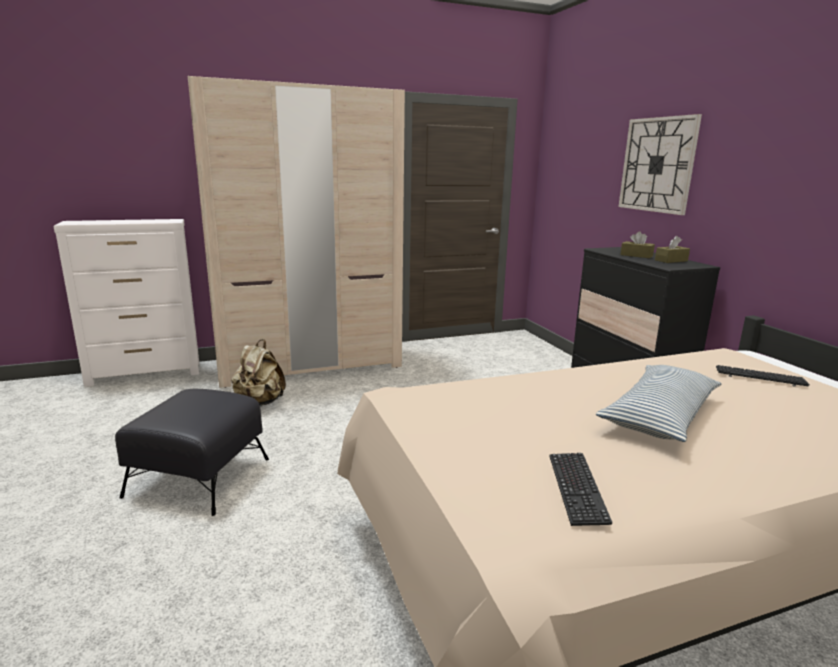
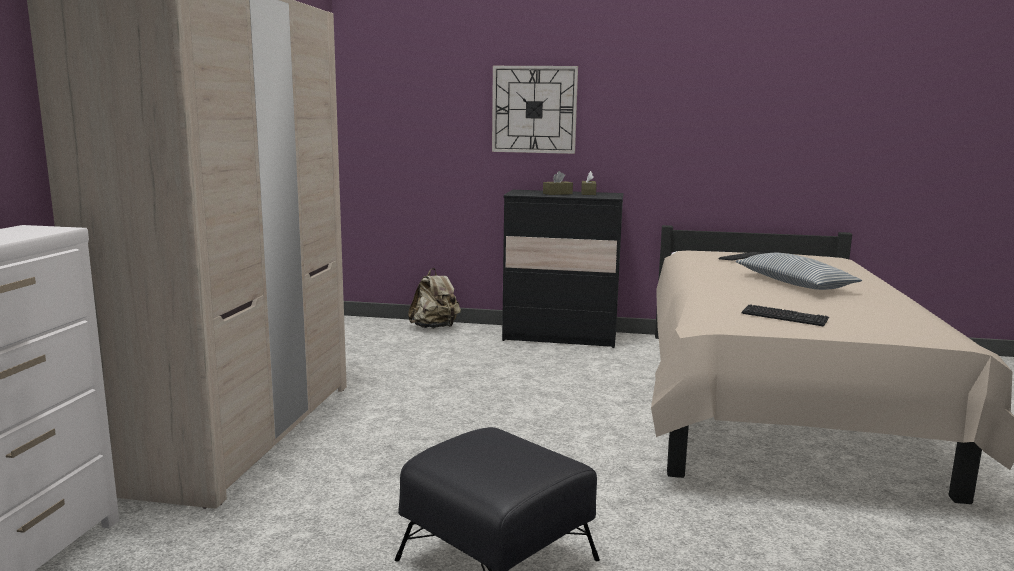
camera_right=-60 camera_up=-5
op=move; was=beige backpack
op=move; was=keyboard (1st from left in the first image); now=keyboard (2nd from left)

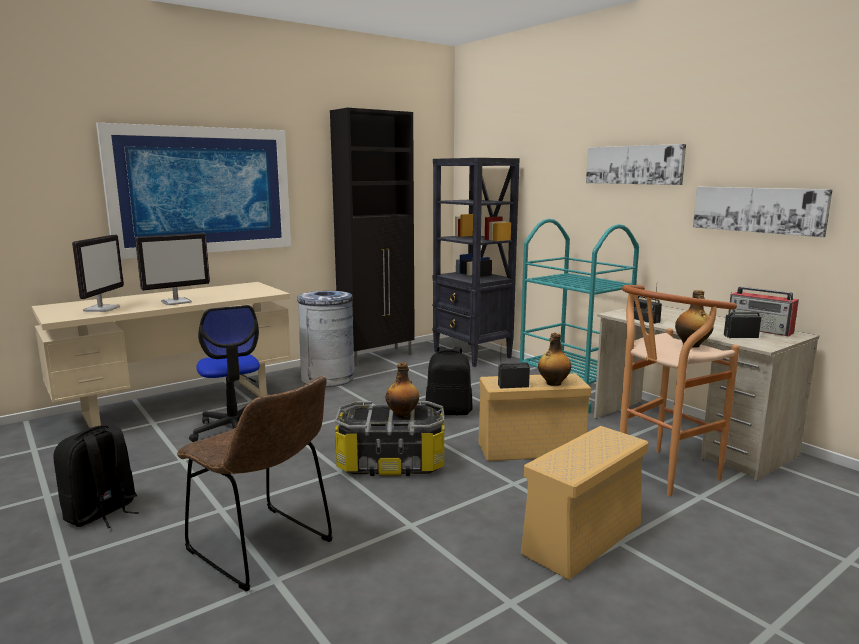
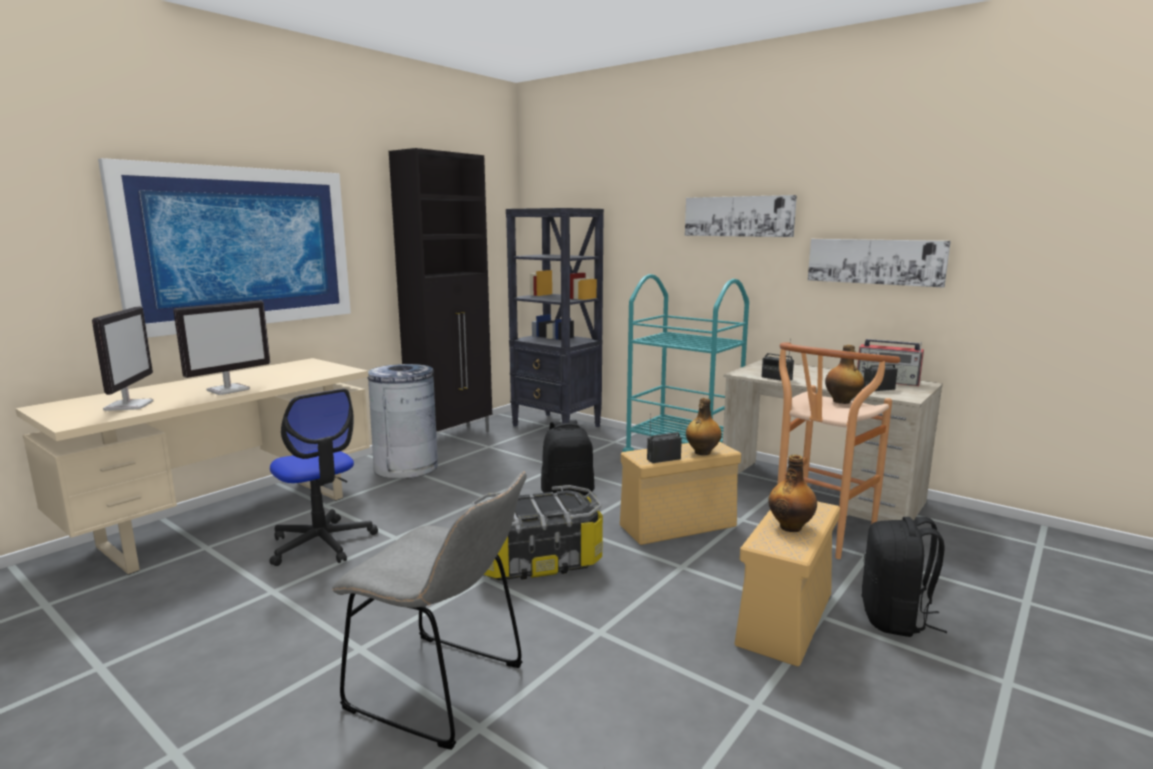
camera_right=-15 camera_up=0
op=recolor; was=brown chair; now=grey chair
op=move; was=bottle (1st from left in the first image); now=bottle (2nd from left)
op=move; was=black backpack (1st from left in the first image); now=black backpack (2nd from left)

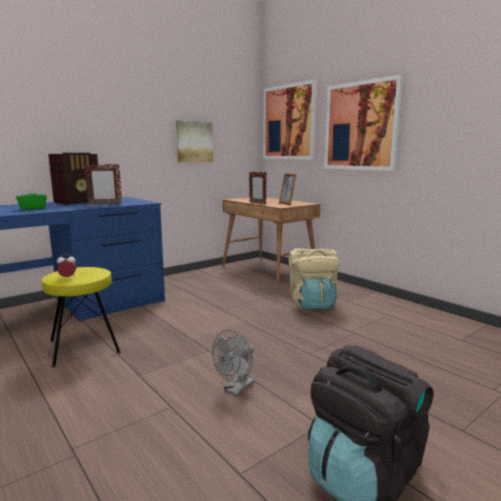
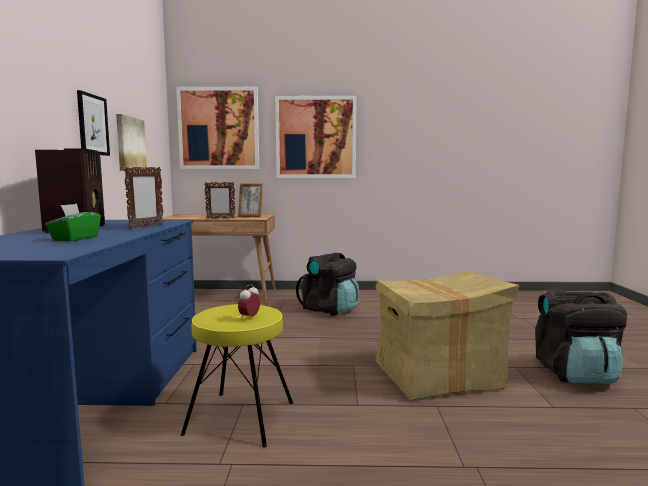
camera_right=-50 camera_up=-5
op=insert; now=picture (1st from left)
op=recolor; was=beige backpack; now=black backpack (1st from left)
op=replace; was=grey fan; now=cardboard box

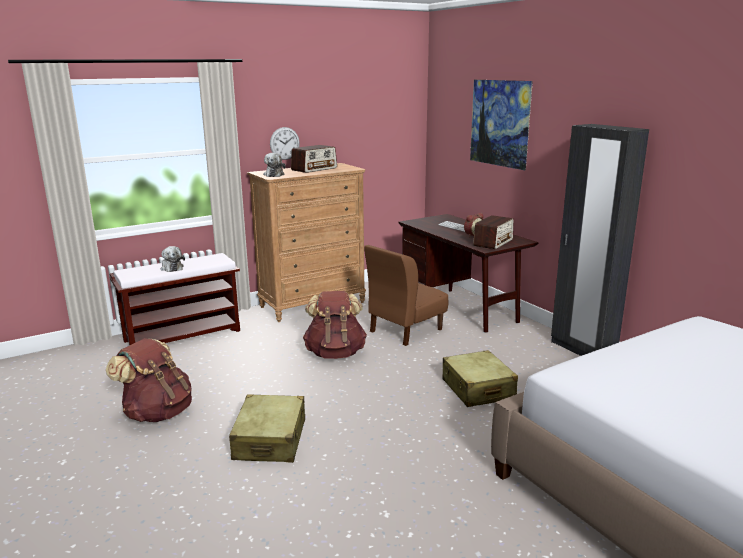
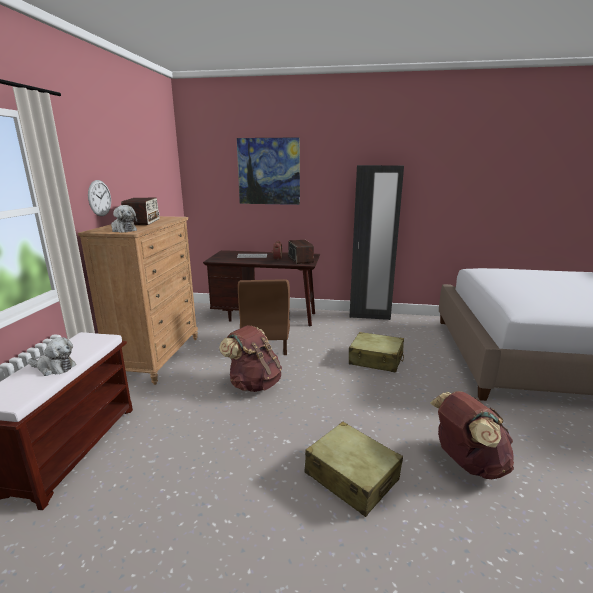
camera_right=-50 camera_up=0
op=move; was=brown backpack (1st from left in the first image); now=brown backpack (2nd from left)

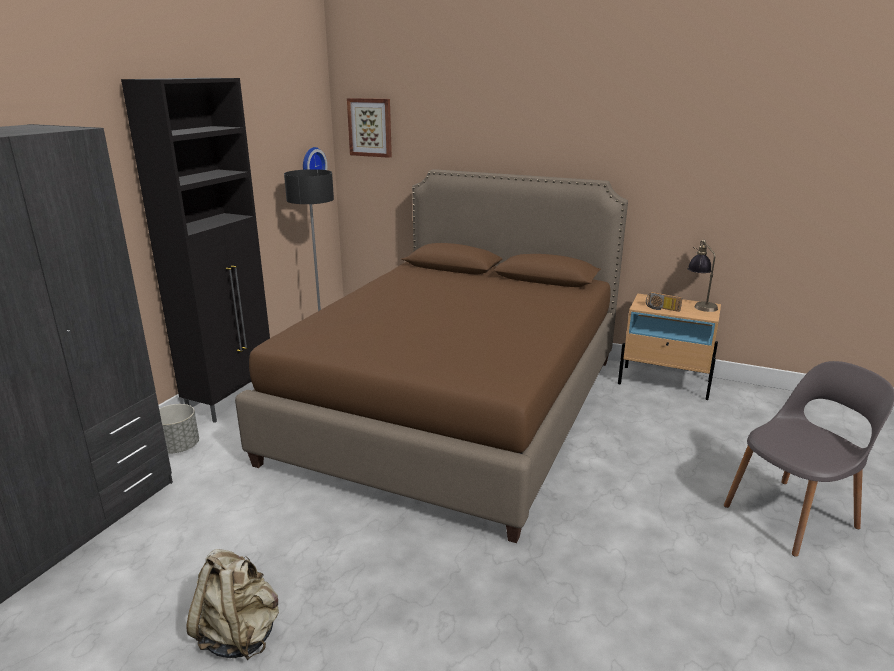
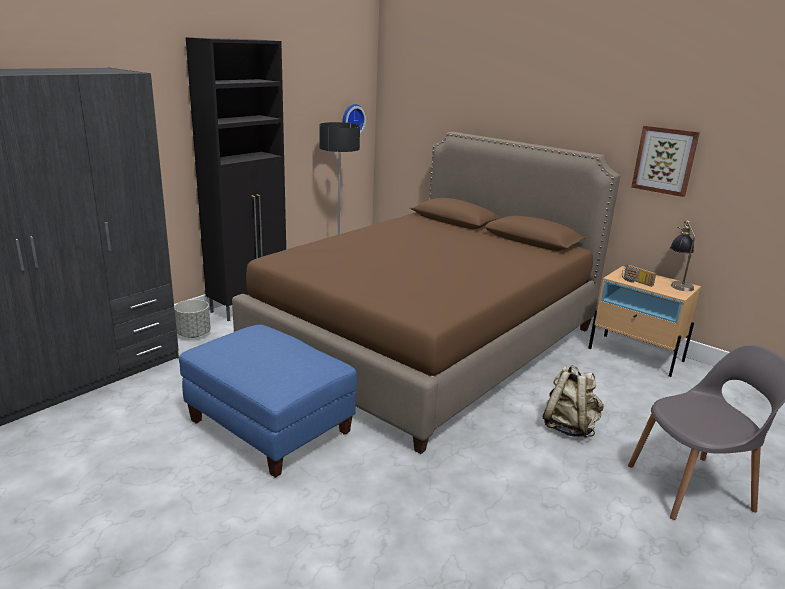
camera_right=15 camera_up=0
op=insert; now=blue ottoman
op=move; was=beige backpack
op=move; was=picture

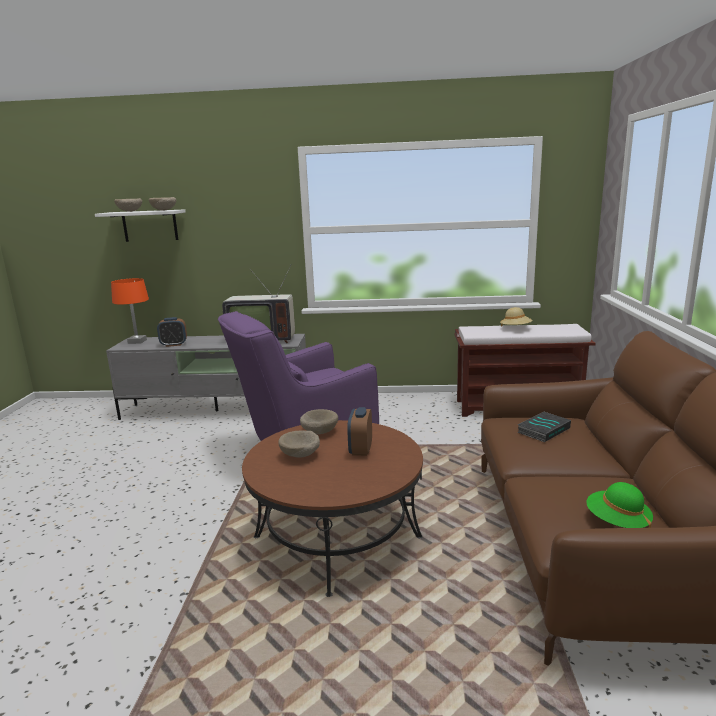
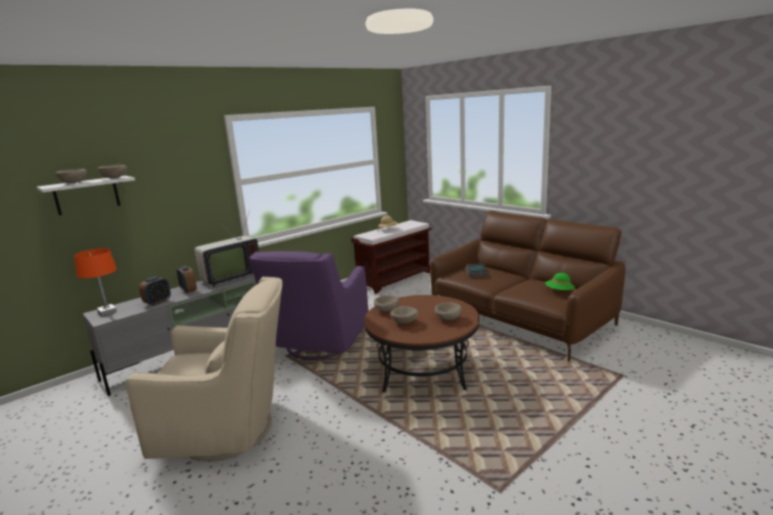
camera_right=-45 camera_up=0
op=insert; now=beige armchair
op=move; was=alarm clock (2nd from left)
op=insert; now=beige bowl (5th from left)

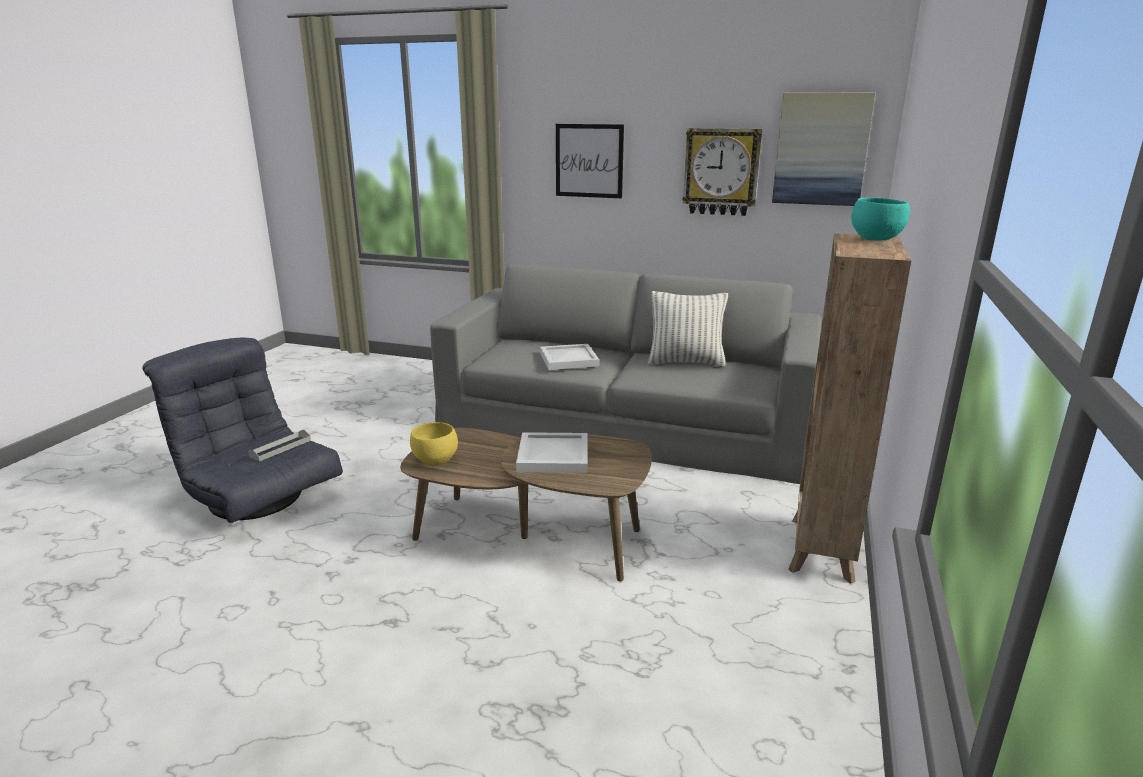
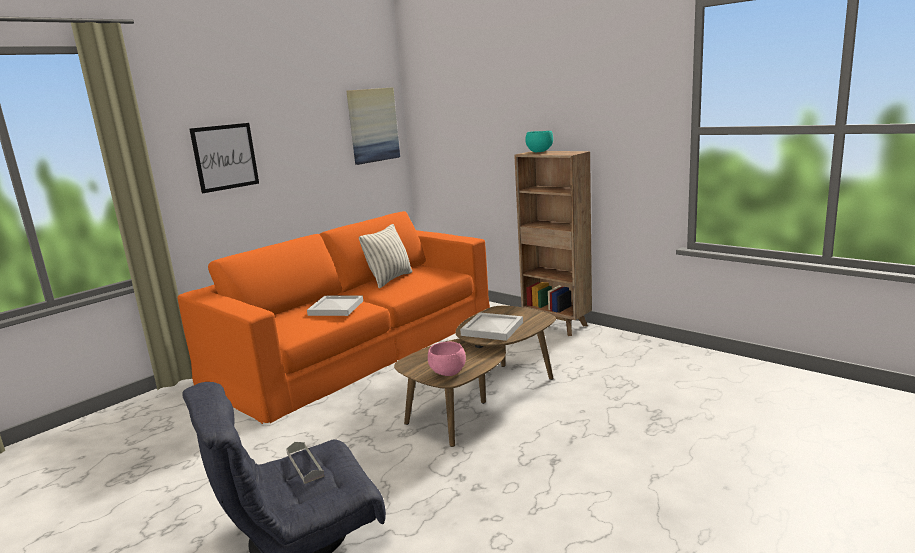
camera_right=-65 camera_up=-5
op=recolor; was=grey sofa; now=orange sofa
op=recolor; was=yellow bowl; now=pink bowl
op=delete; was=wall clock

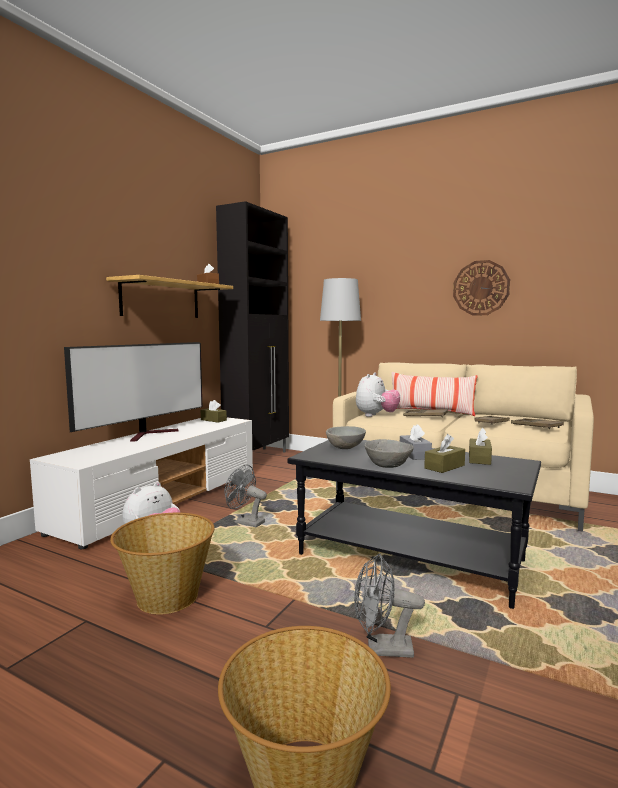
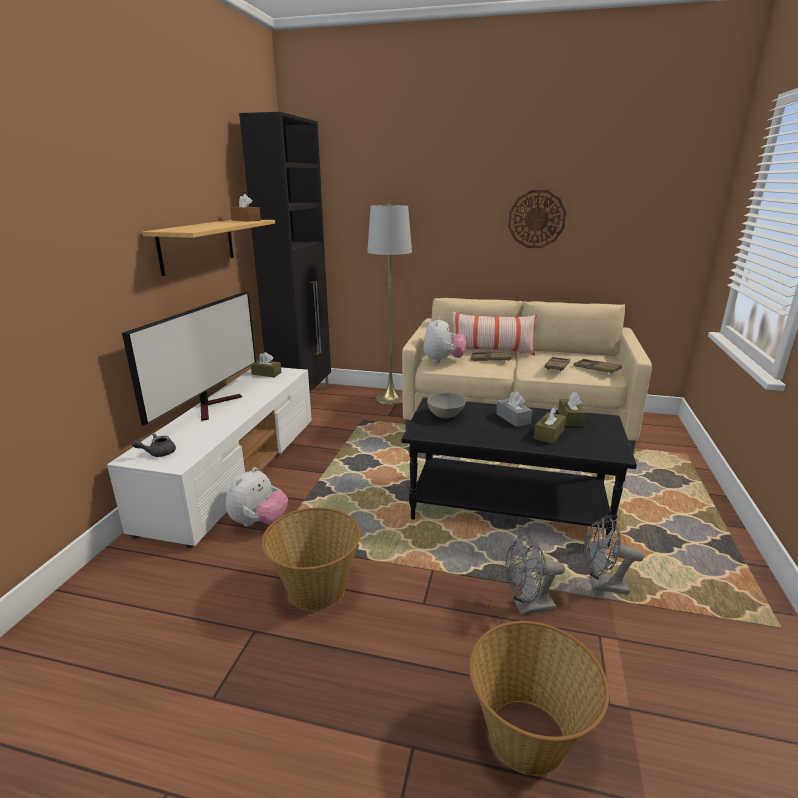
camera_right=-15 camera_up=15
op=insert; now=grey teapot
op=move; was=grey fan (1st from left in the first image); now=grey fan (2nd from left)
op=delete; was=grey bowl (2nd from left)

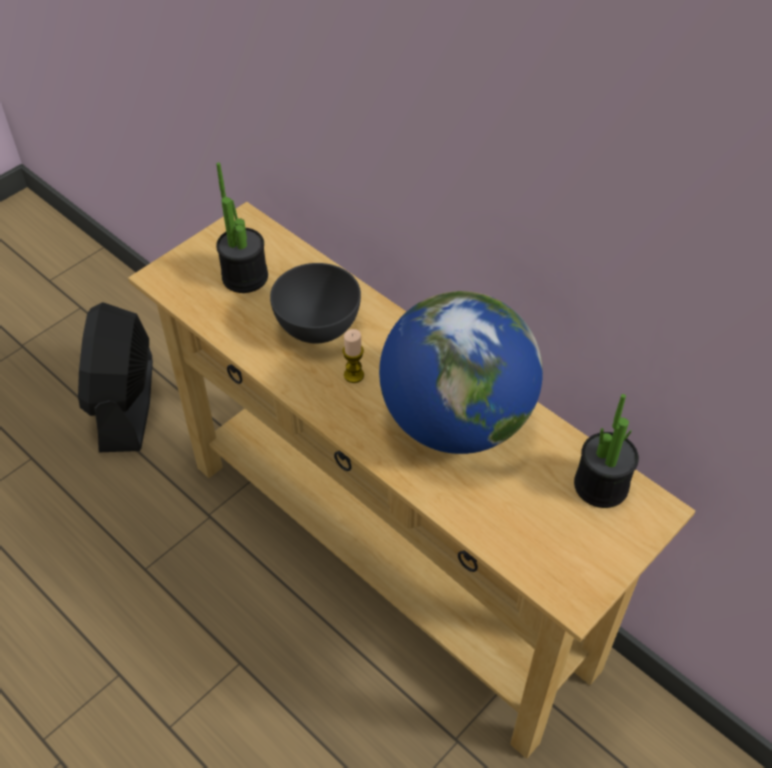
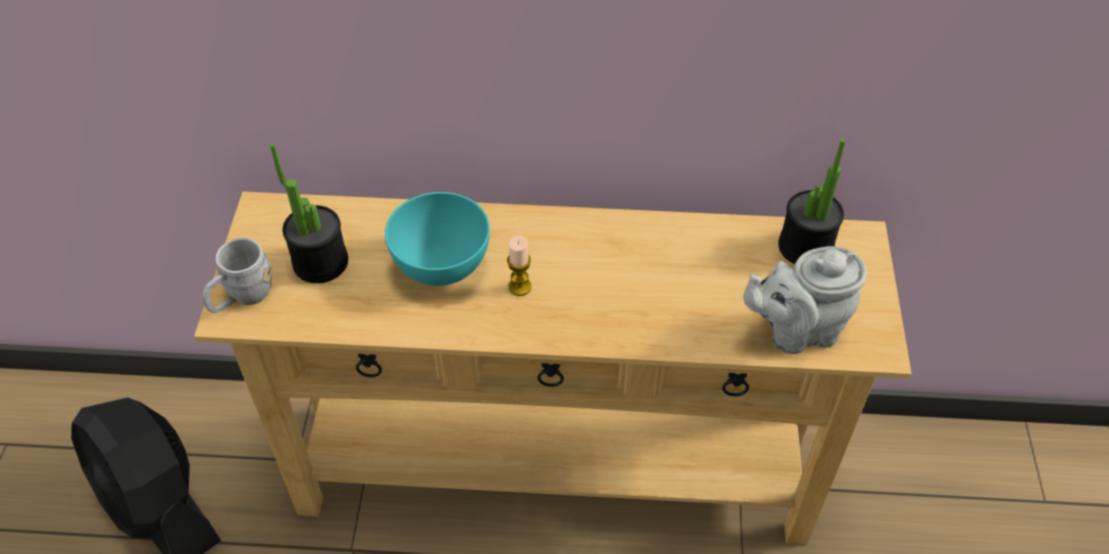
camera_right=-40 camera_up=0
op=insert; now=grey mug
op=recolor; was=grey bowl; now=turquoise bowl
op=insert; now=grey teapot
op=delete; was=globe

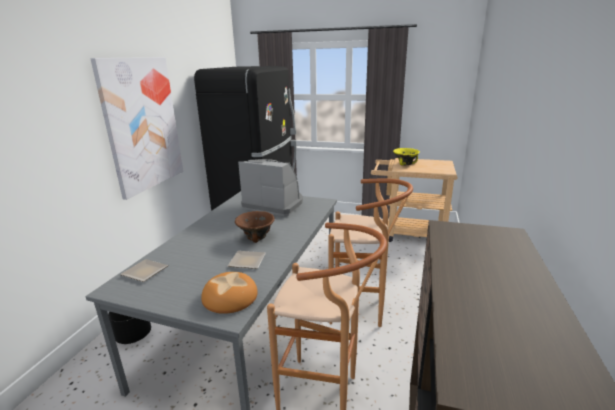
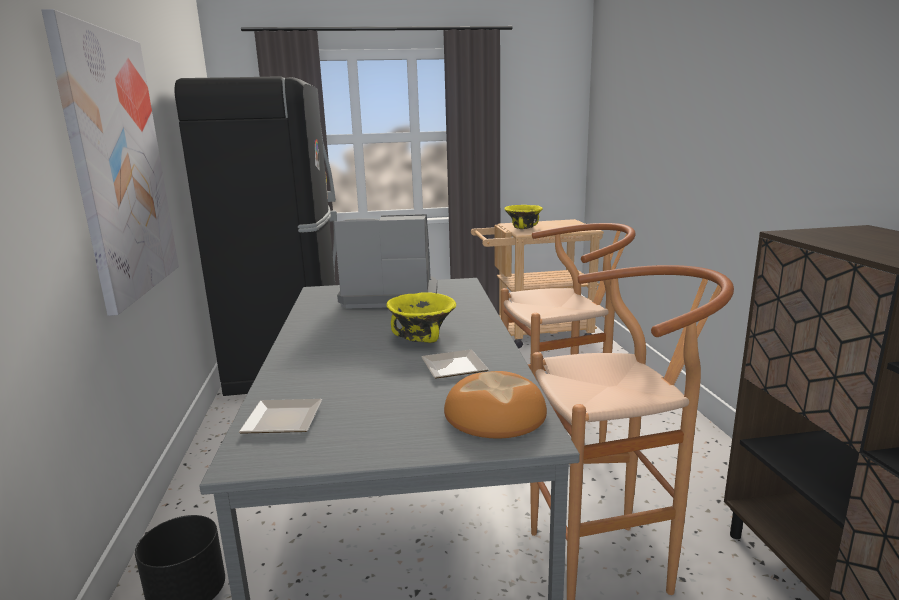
camera_right=-25 camera_up=-5
op=recolor; was=brown bowl; now=yellow bowl (1st from left)

